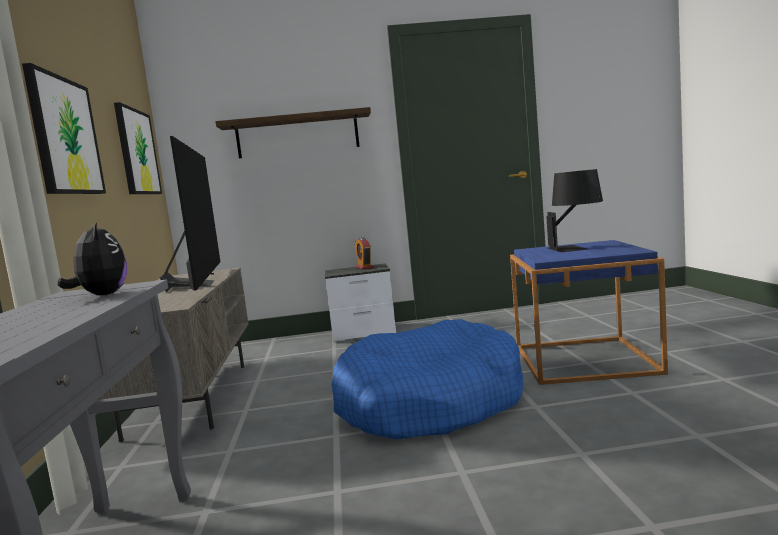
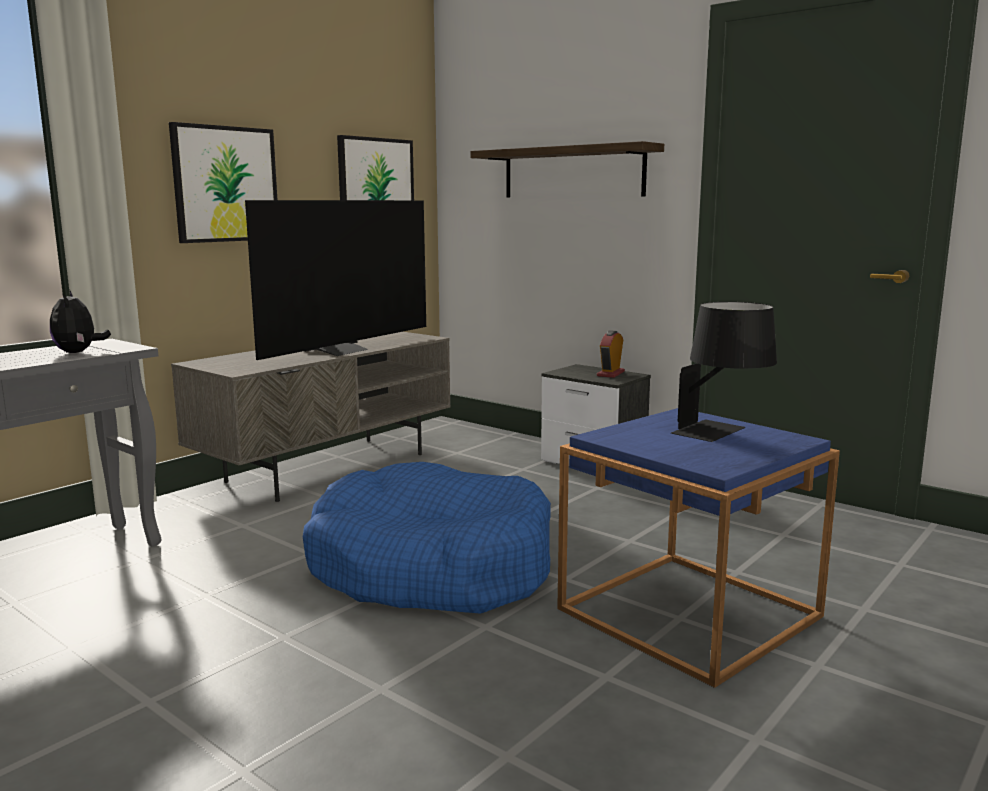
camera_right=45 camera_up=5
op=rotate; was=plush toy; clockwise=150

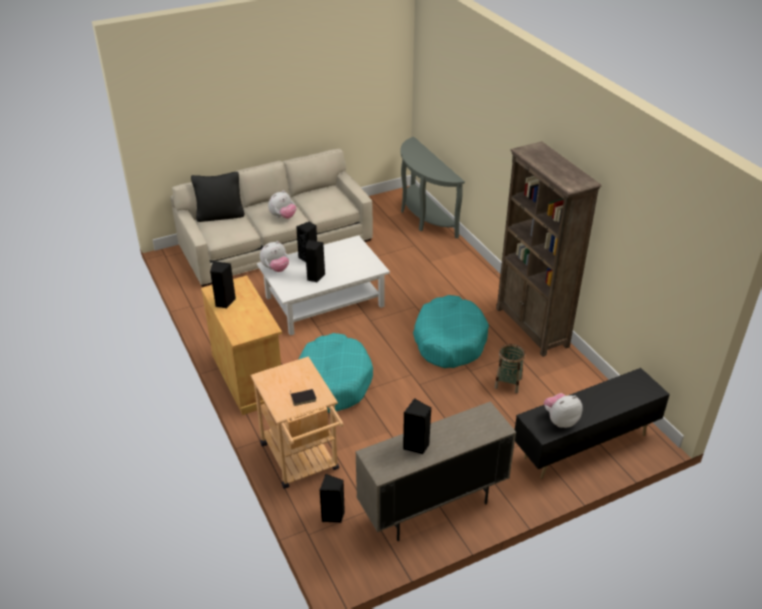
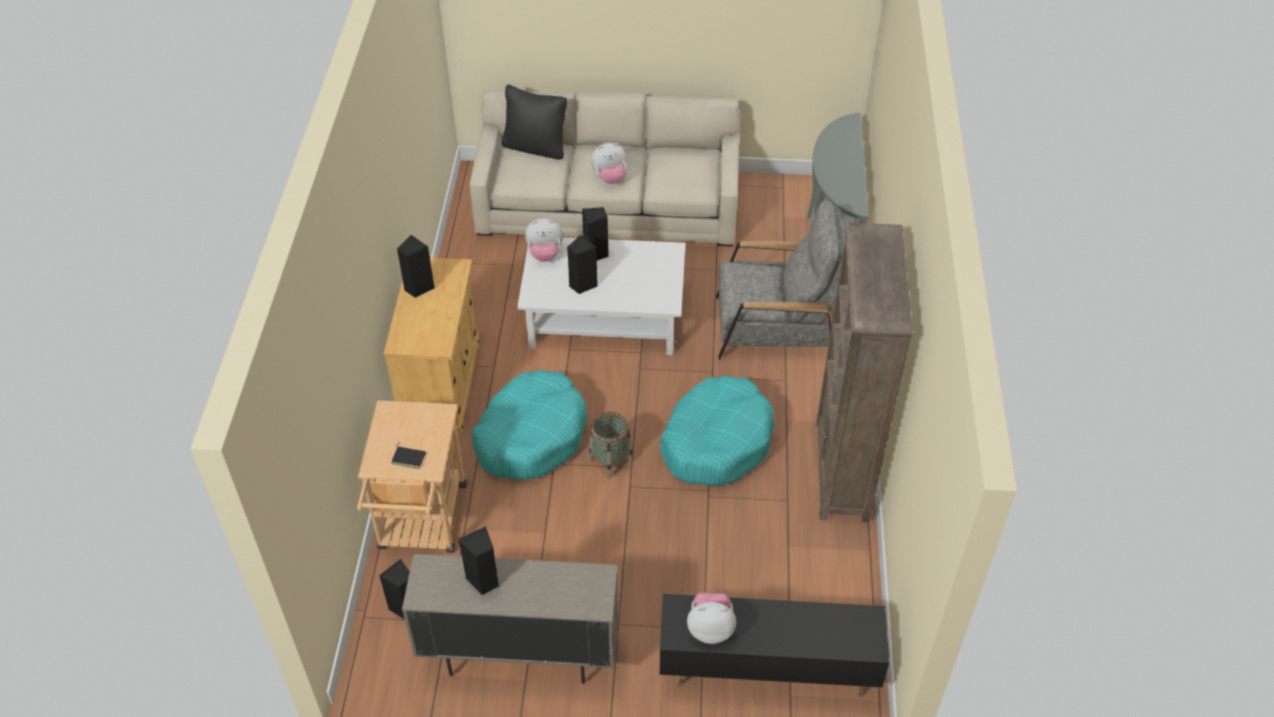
camera_right=30 camera_up=10
op=move; was=basket
op=insert; now=grey armchair

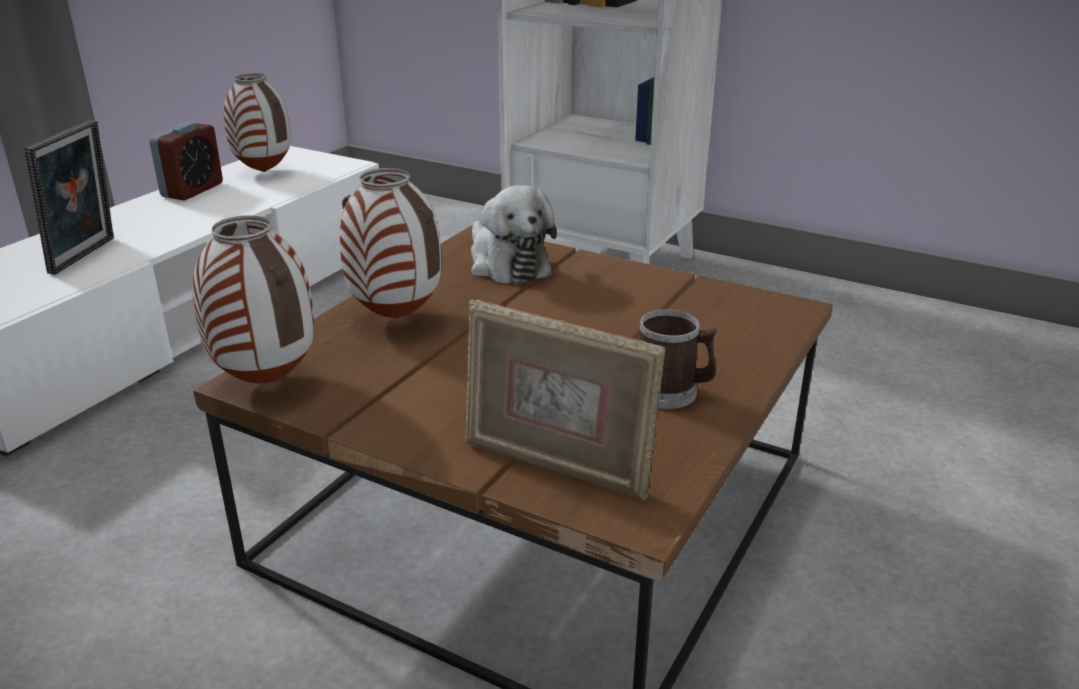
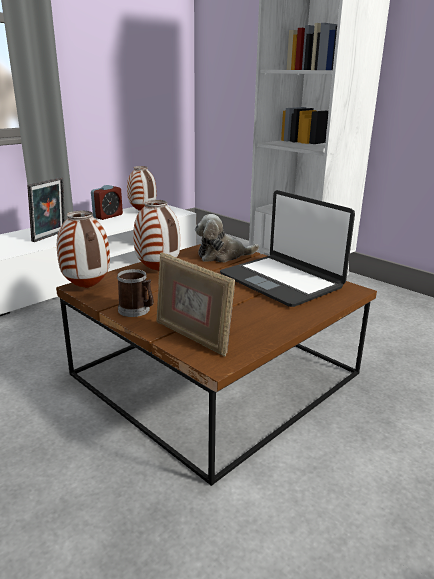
camera_right=15 camera_up=-5
op=move; was=mug
op=rotate; was=plush toy; clockwise=90
op=insert; now=laptop

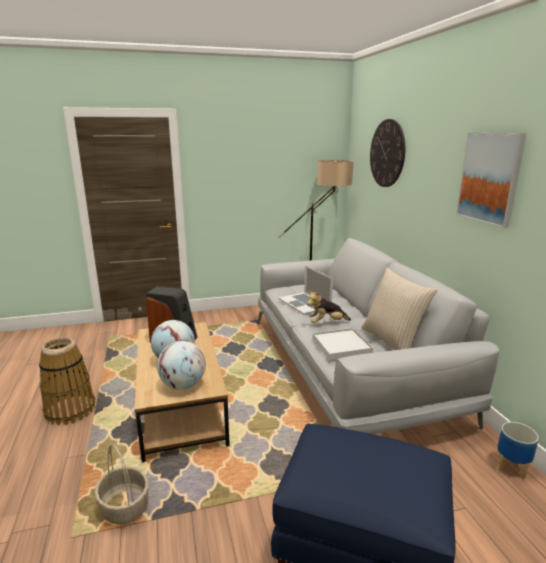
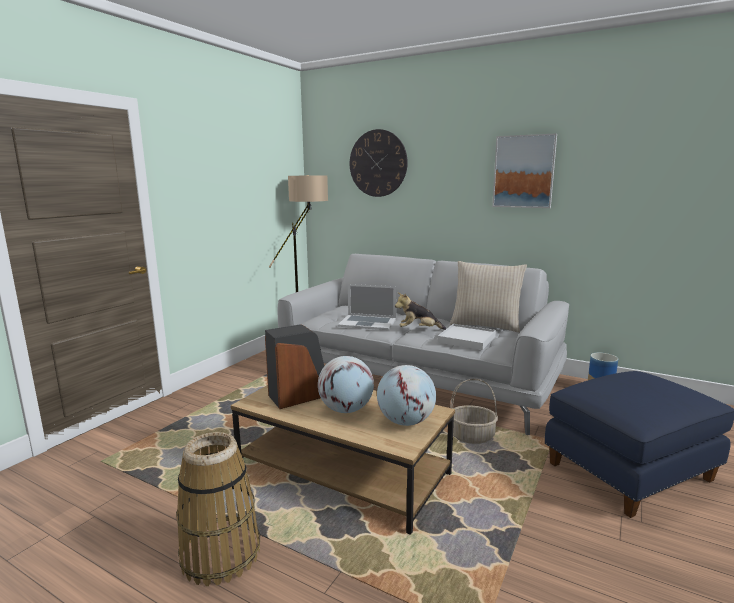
camera_right=-45 camera_up=-5
op=rotate; was=plush toy; clockwise=60
op=move; was=basket (2nd from left)

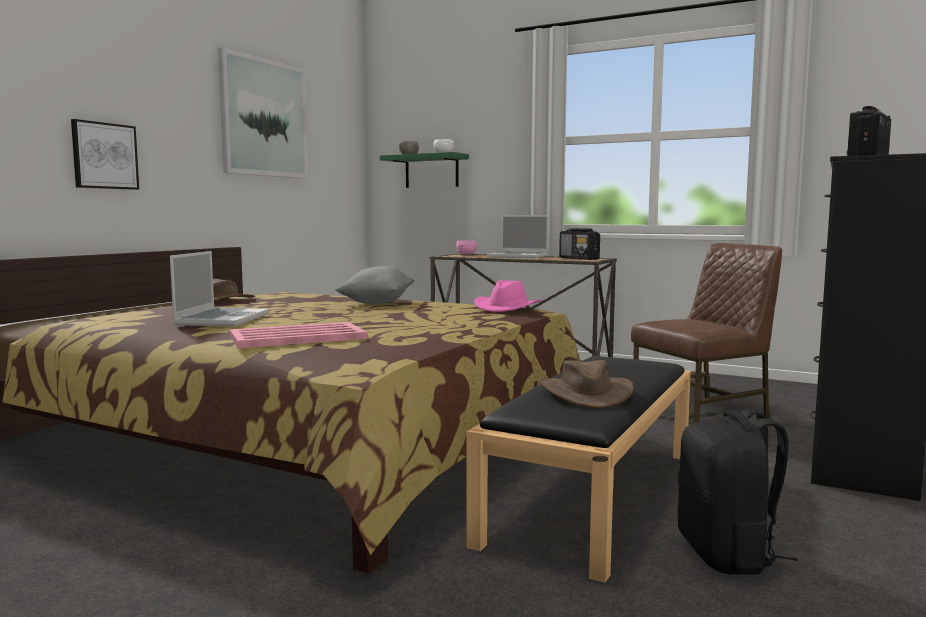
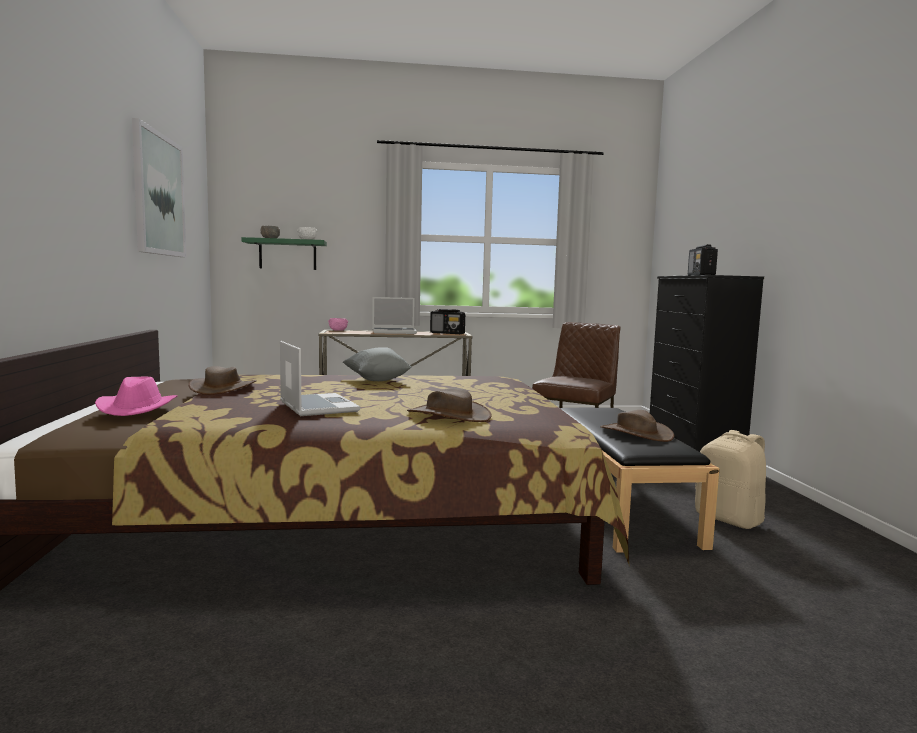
camera_right=-35 camera_up=0
op=move; was=pink hat
op=replace; was=pink tray; now=brown hat (2nd from left)
op=recolor; was=black backpack; now=beige backpack
op=delete; was=picture (1st from left)

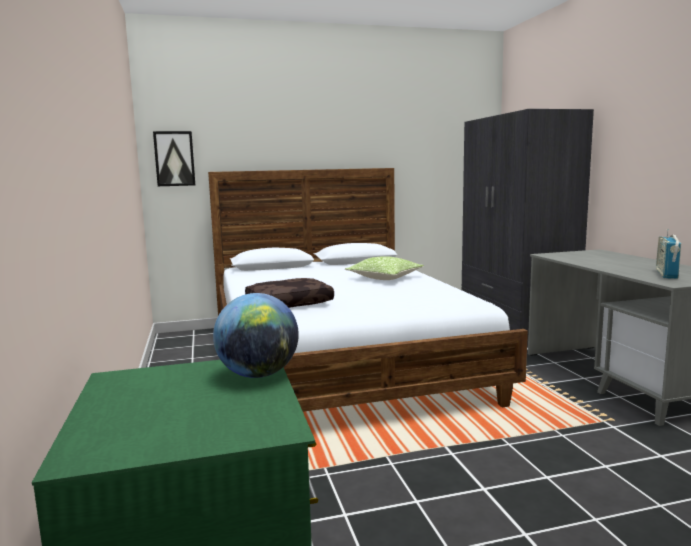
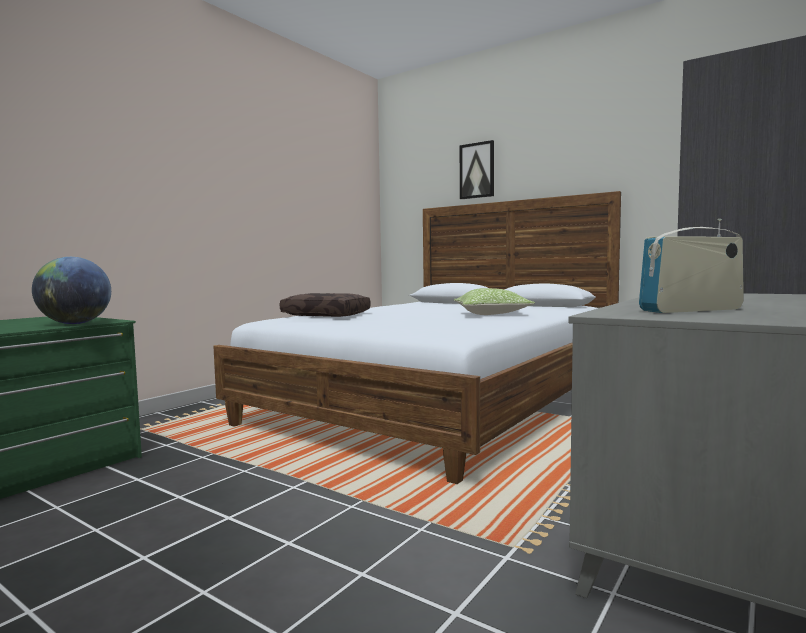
camera_right=50 camera_up=-5
op=move; was=picture

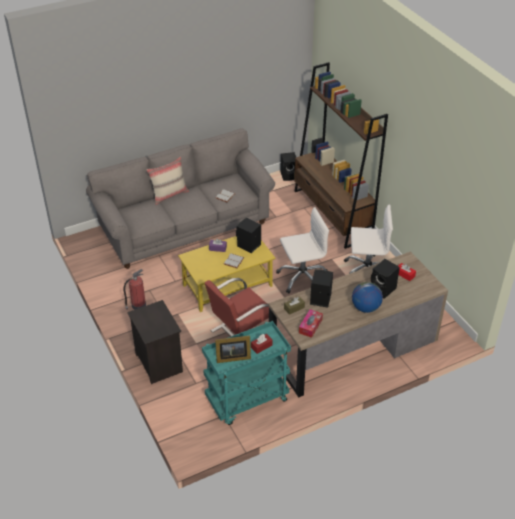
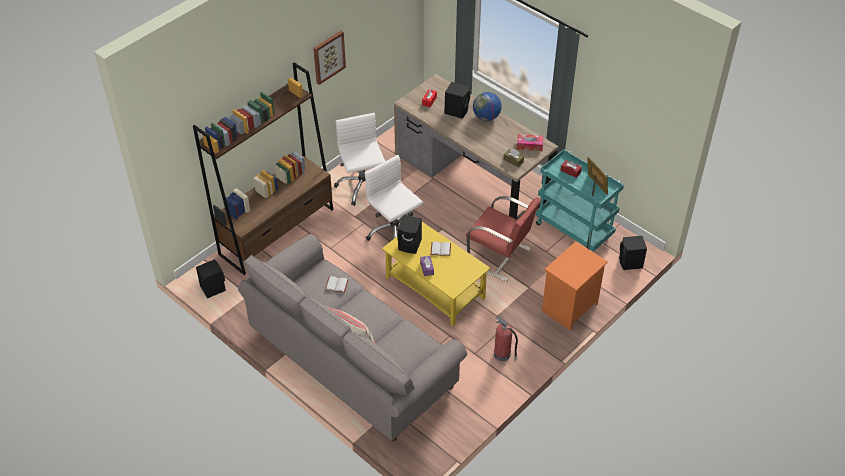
camera_right=-110 camera_up=5
op=insert; now=picture
op=recolor; was=black nightstand; now=orange nightstand
op=move; was=black speaker (3rd from left in the first image); now=black speaker (4th from left)

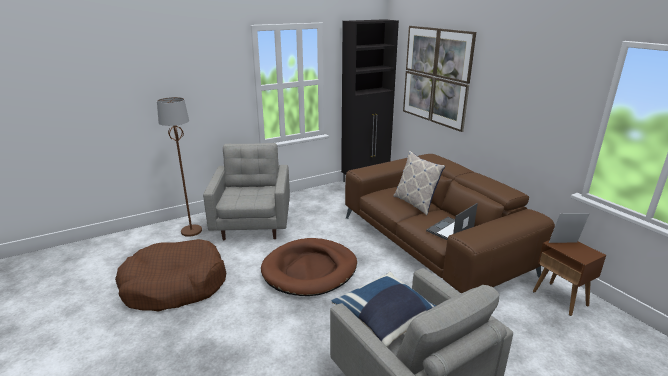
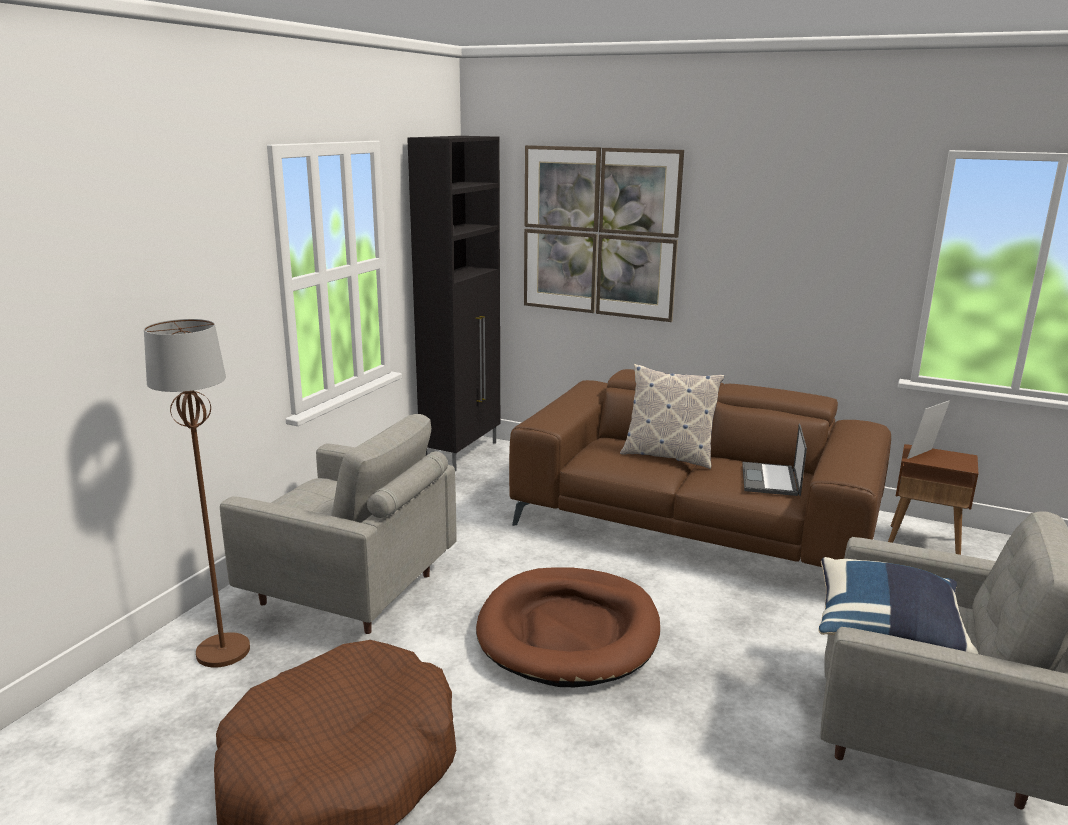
camera_right=-35 camera_up=-5
op=rotate; was=grey armchair (1st from left); clockwise=150

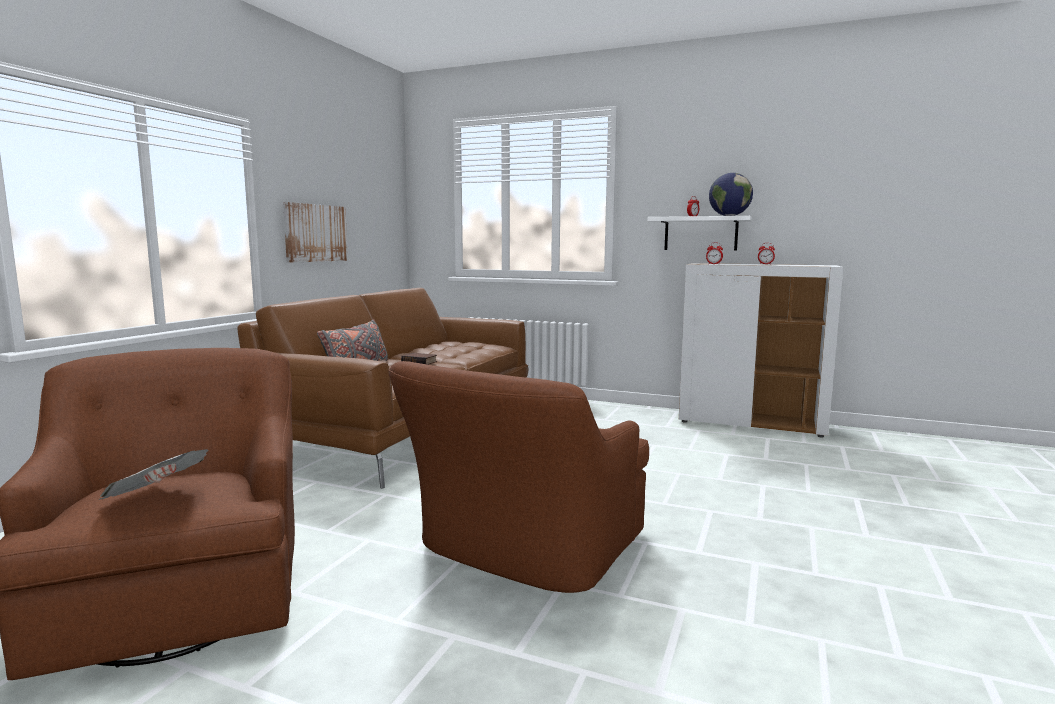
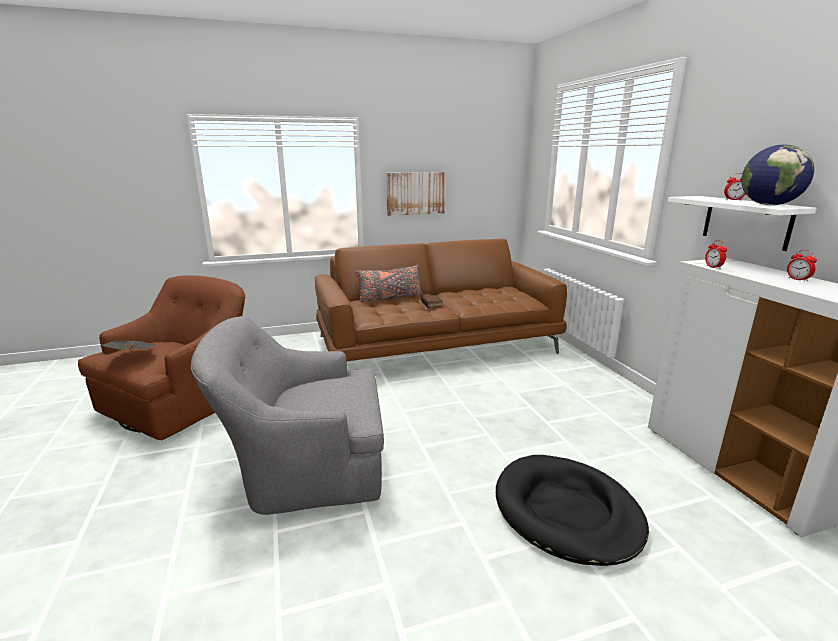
camera_right=50 camera_up=10
op=recolor; was=brown armchair (2nd from left); now=grey armchair
op=insert; now=black dog bed

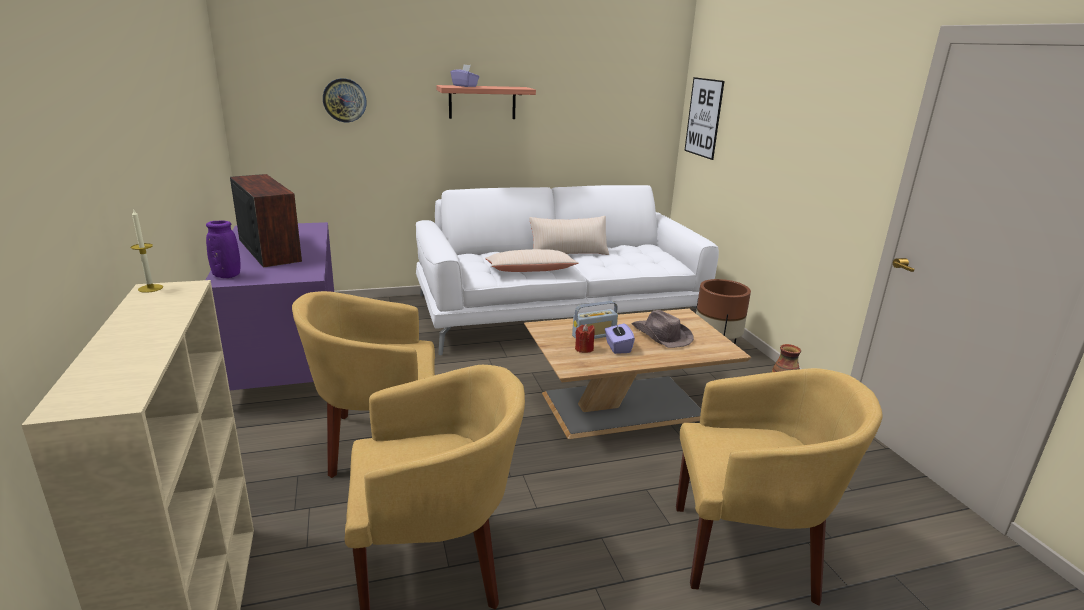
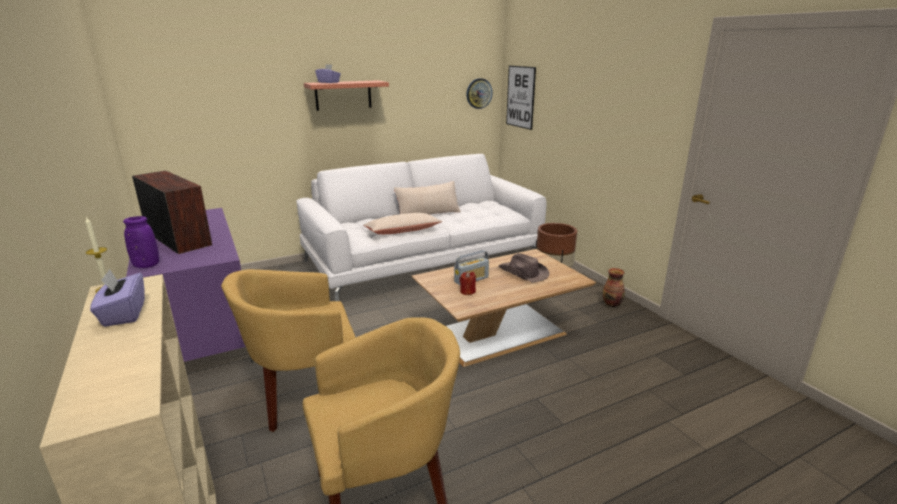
camera_right=-10 camera_up=0
op=move; was=purple tissue box (2nd from left in the first image); now=purple tissue box (1st from left)
op=move; was=wall clock
op=delete; was=yellow armchair (3rd from left)

